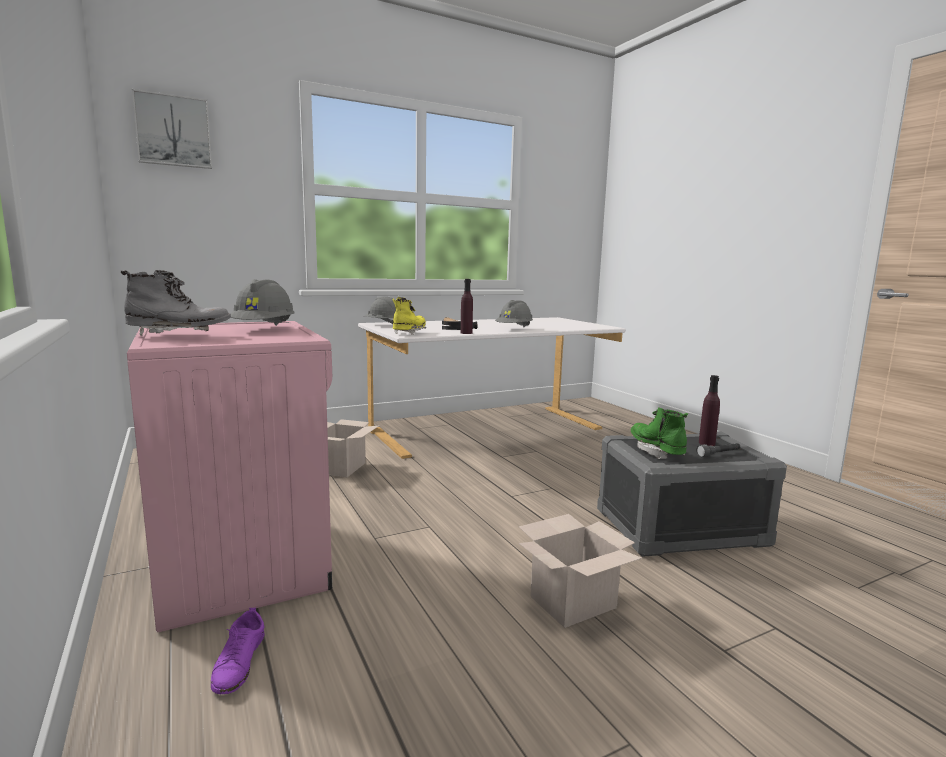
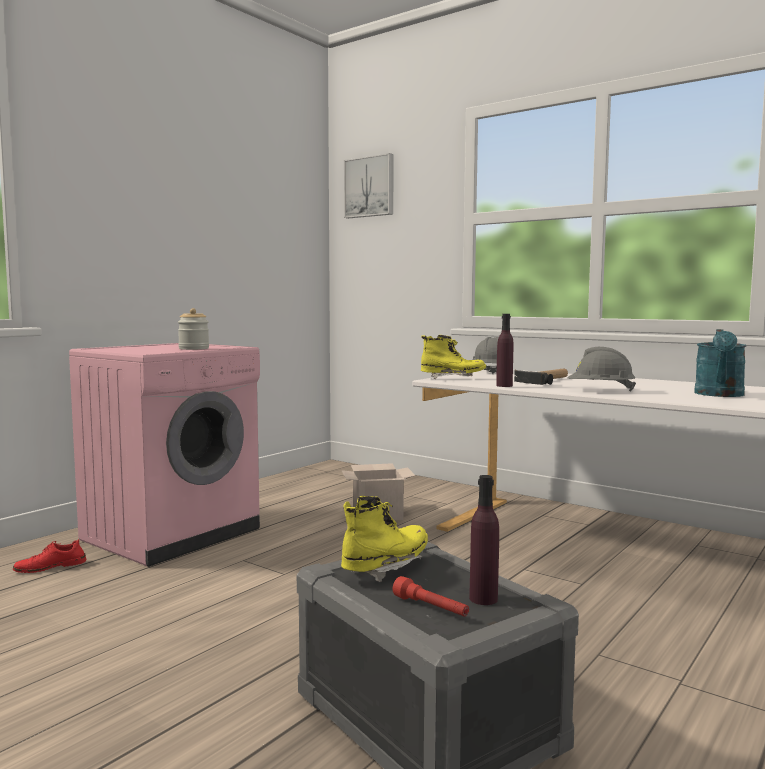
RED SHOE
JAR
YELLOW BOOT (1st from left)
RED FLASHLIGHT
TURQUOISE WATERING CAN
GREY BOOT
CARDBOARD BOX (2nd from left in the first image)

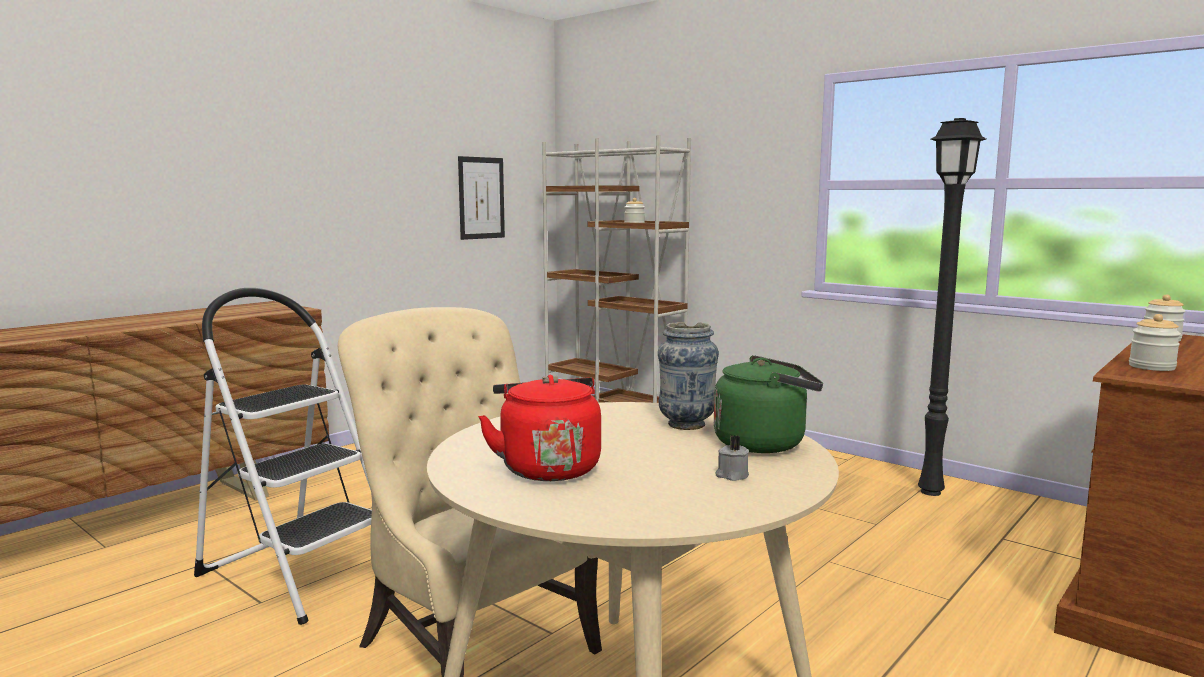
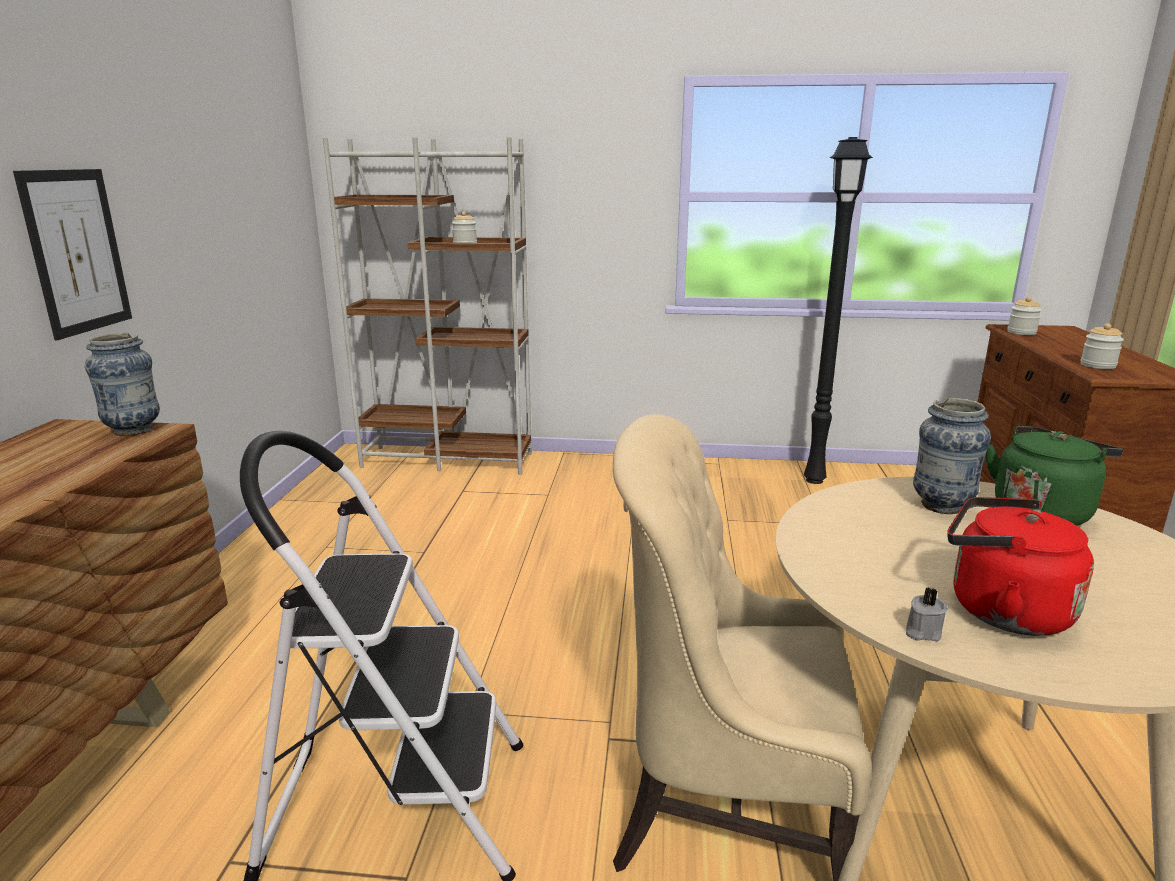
PICTURE
VASE (1st from left)
GREY CANDLE

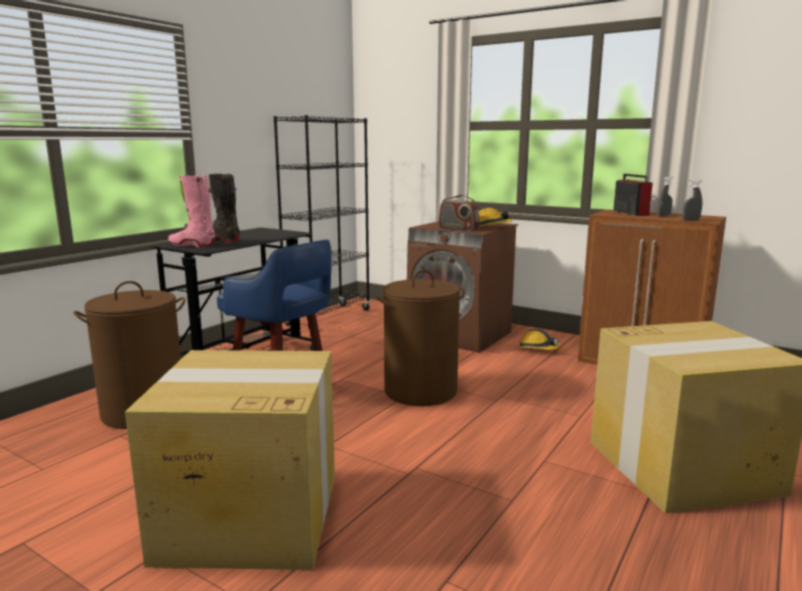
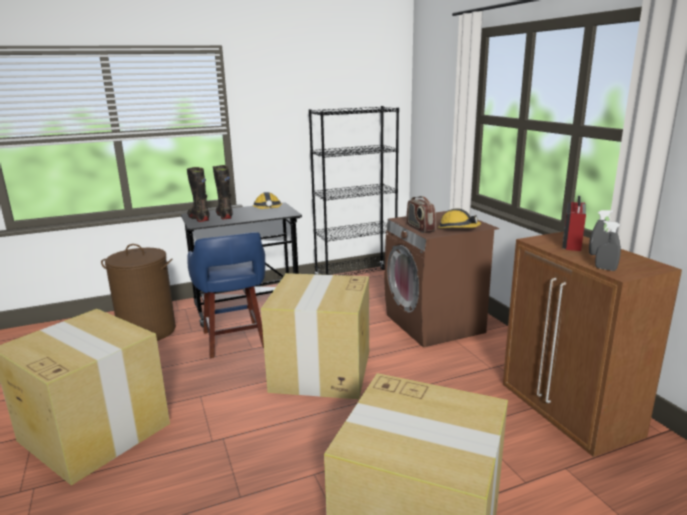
BLACK BOOT (1st from left)
HARD HAT (1st from left)
CARDBOARD BOX (2nd from left)

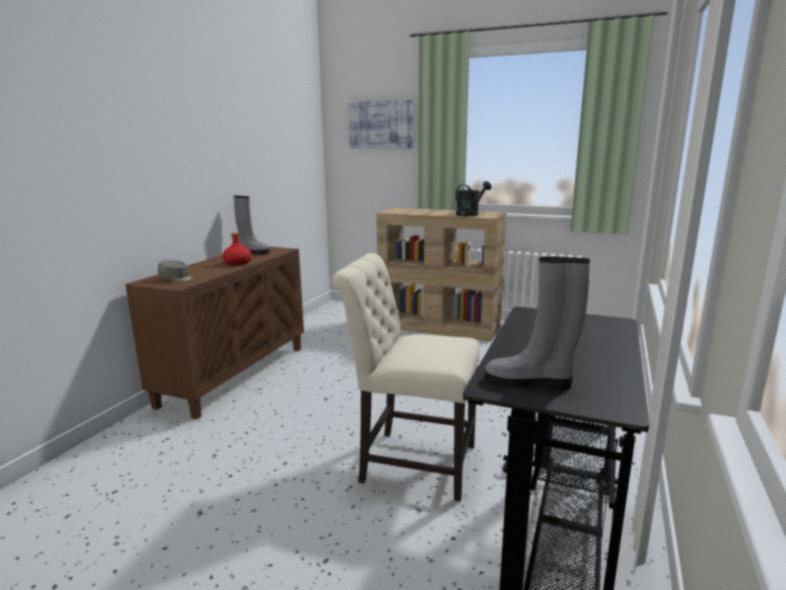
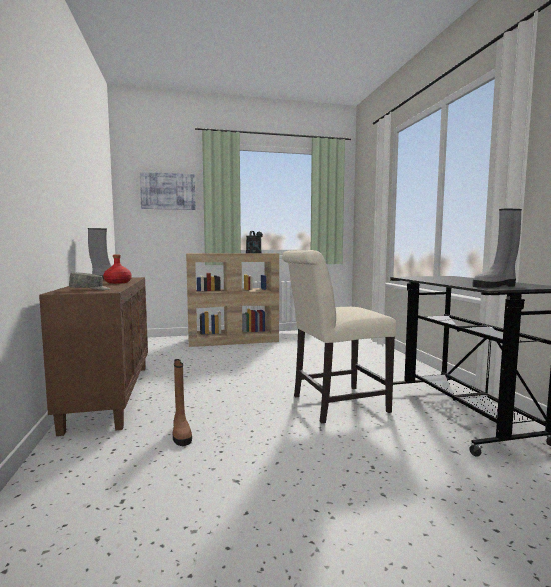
BROWN BOOT

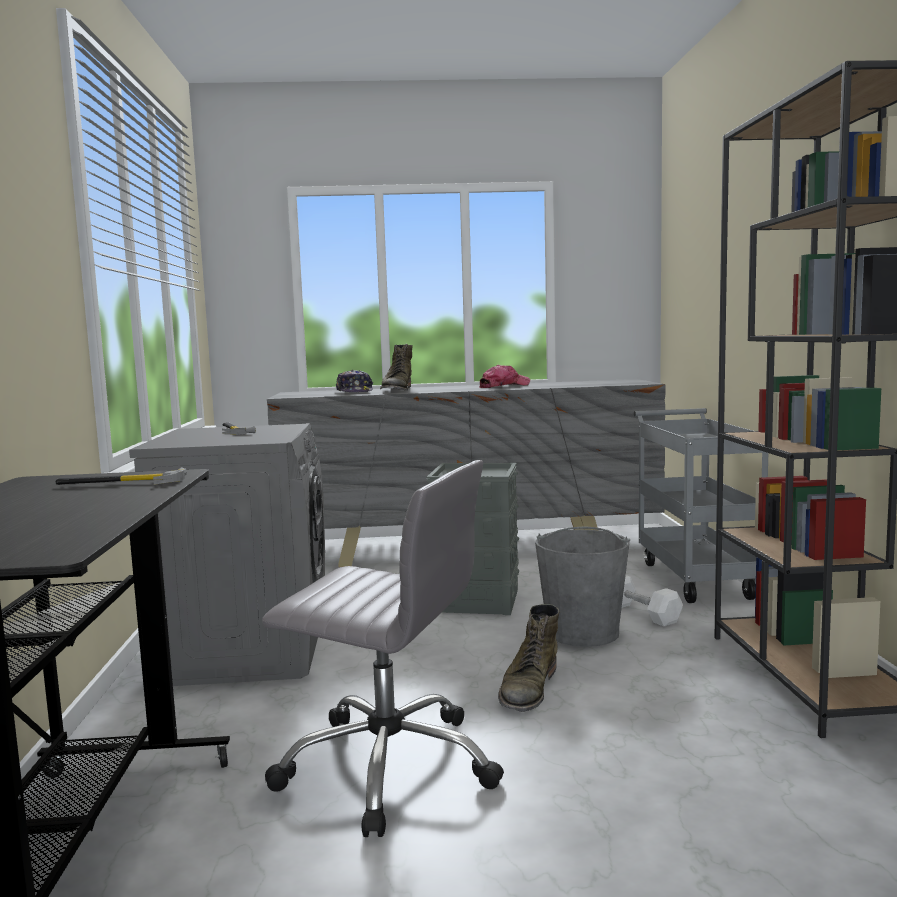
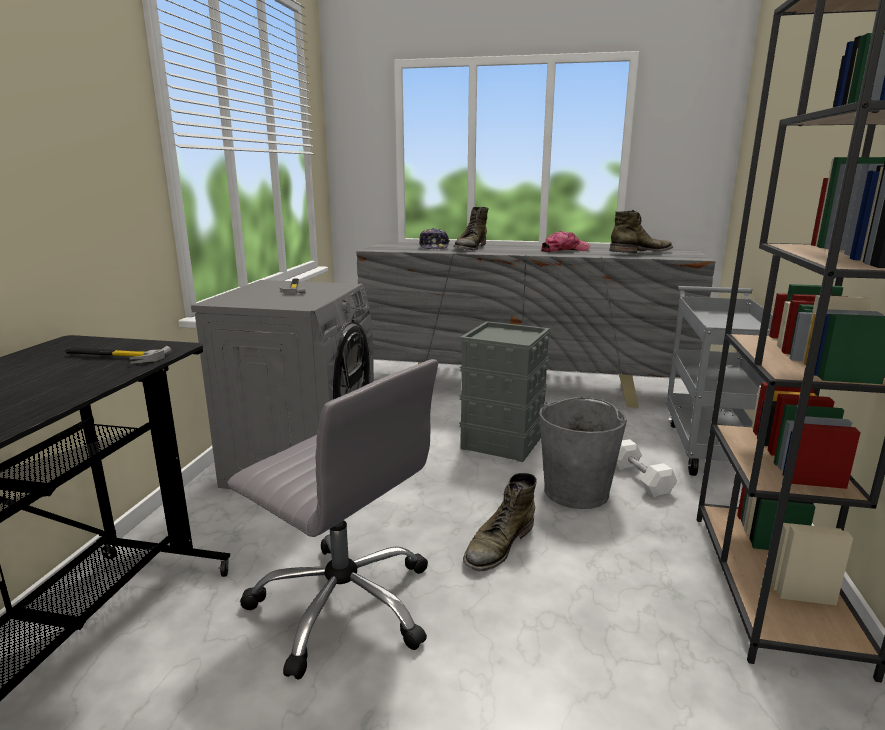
GREEN BOOT (3rd from left)

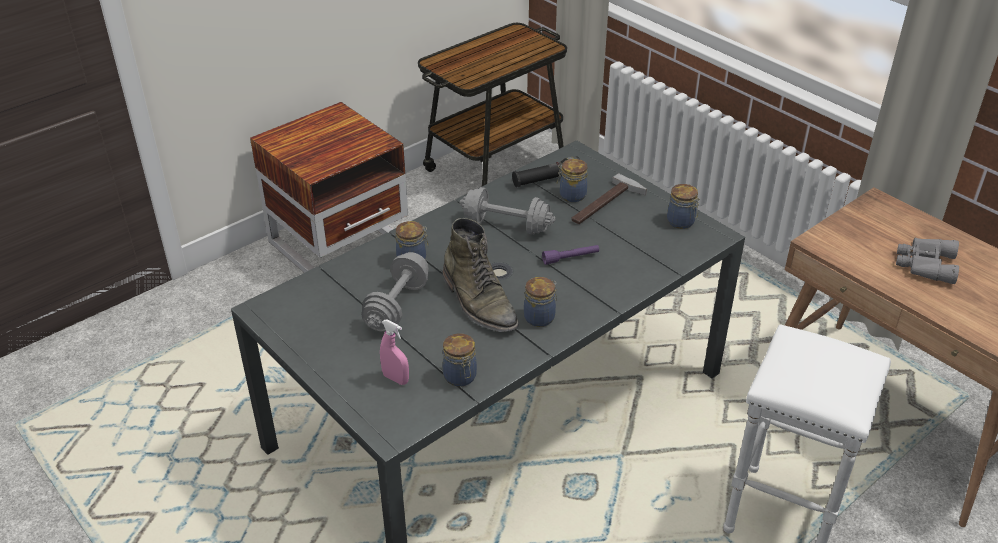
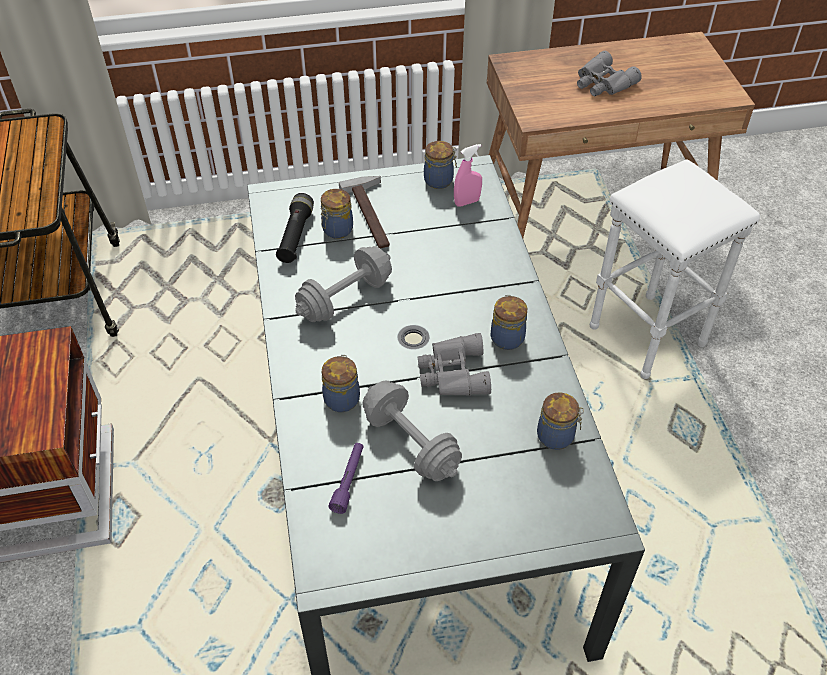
PURPLE FLASHLIGHT
GREY BINOCULARS (1st from left)
PINK SPRAY BOTTLE

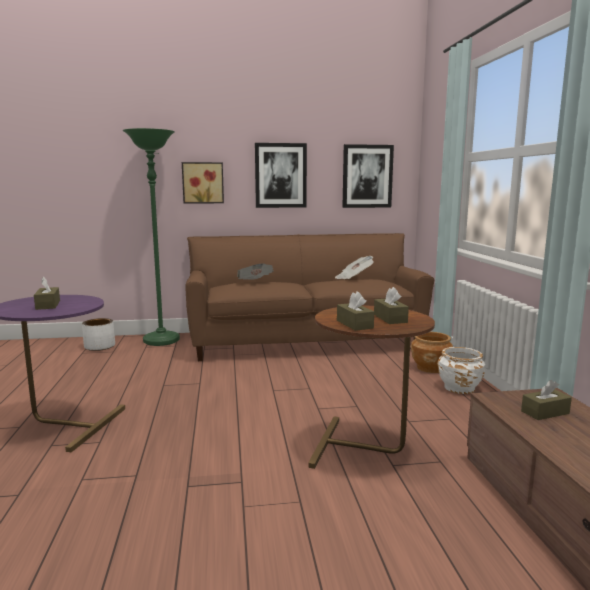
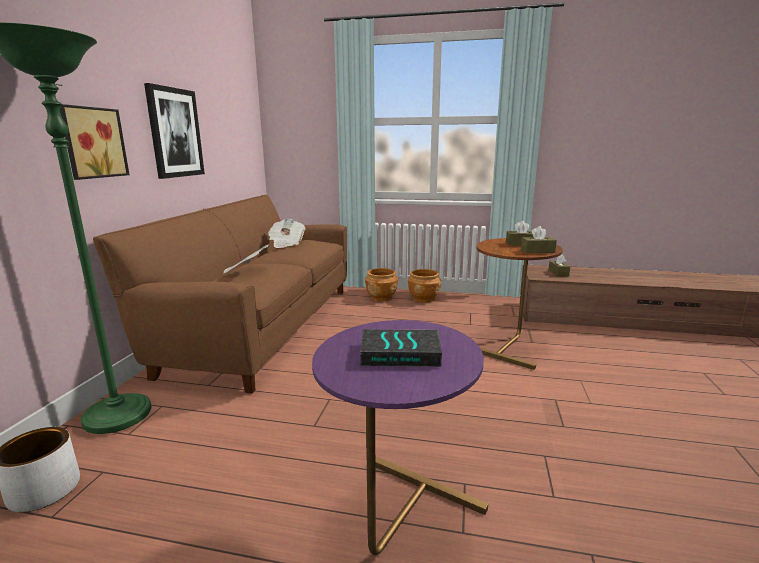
BOOK
BROWN PLANTER (2nd from left)
PICTURE (3rd from left in the first image)

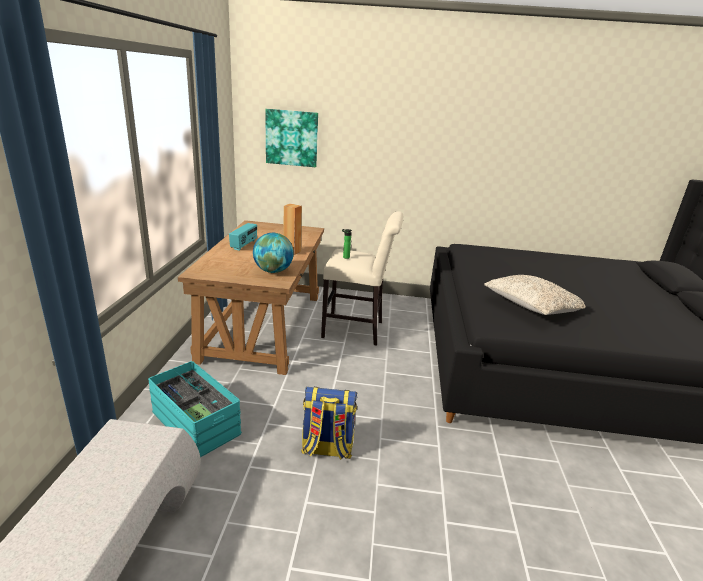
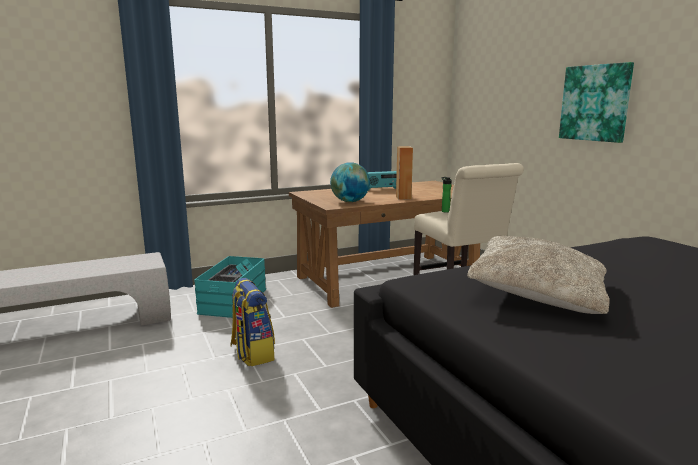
PICTURE

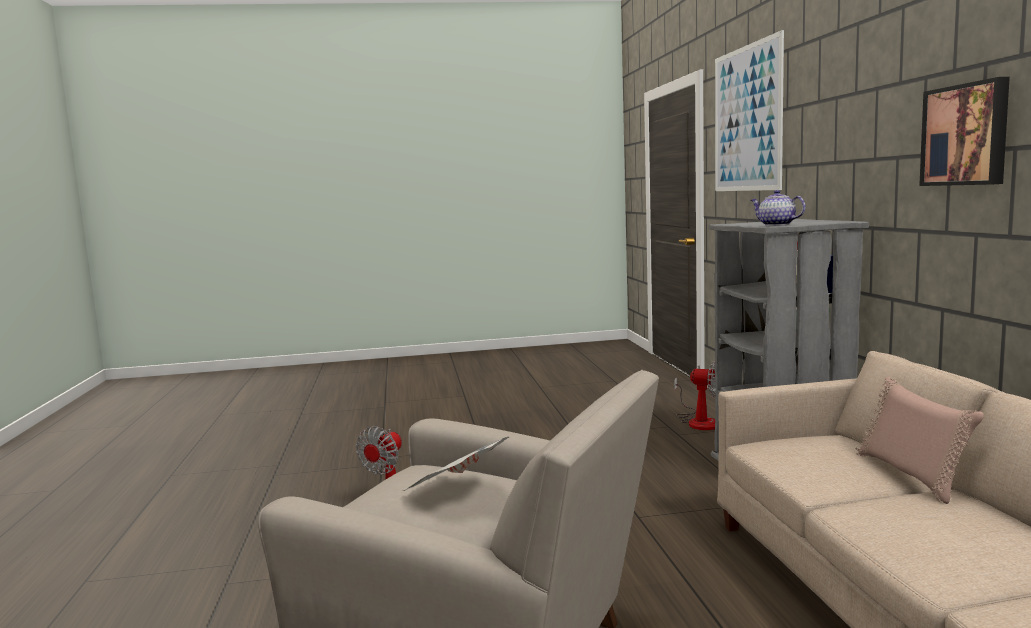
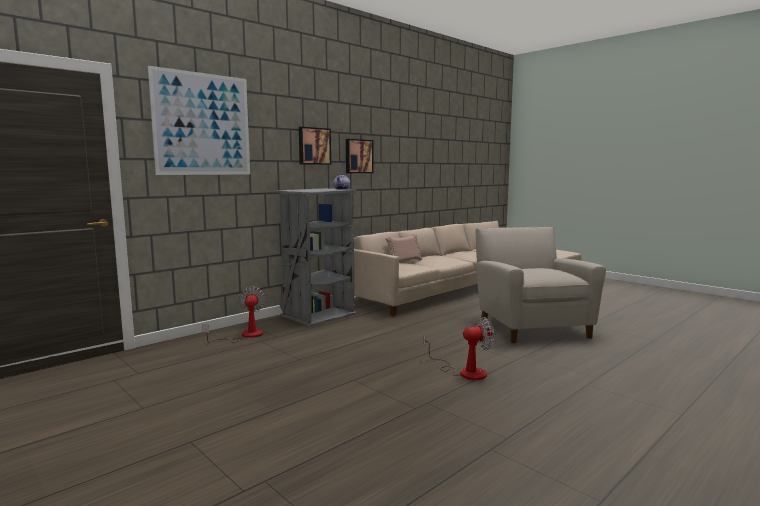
PICTURE (2nd from left)
NEWSPAPER

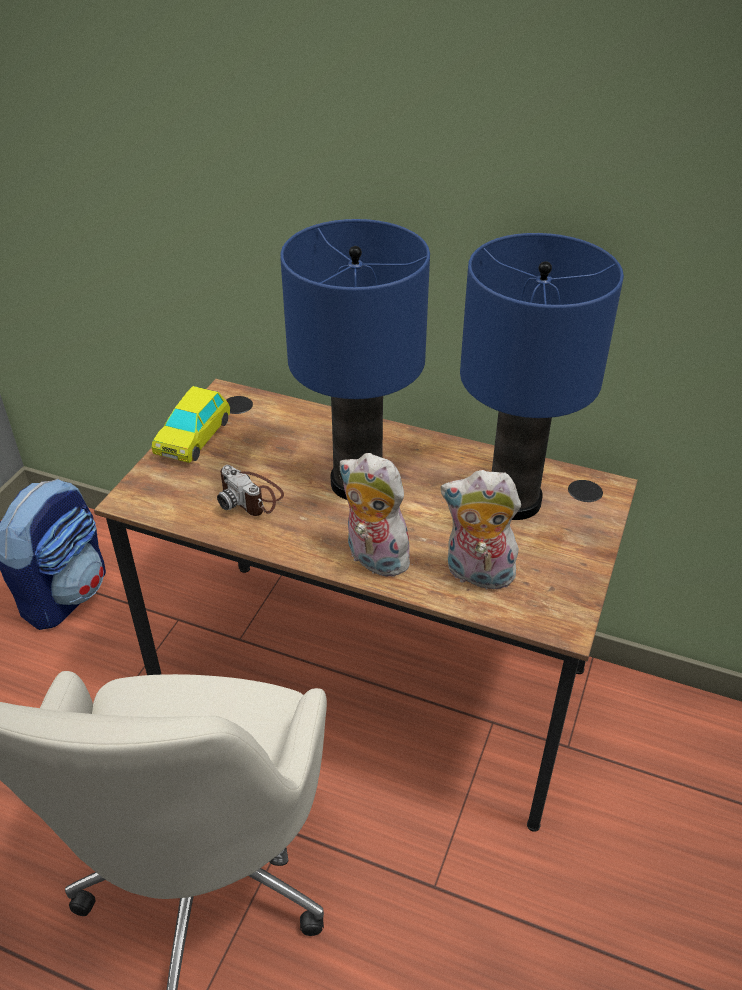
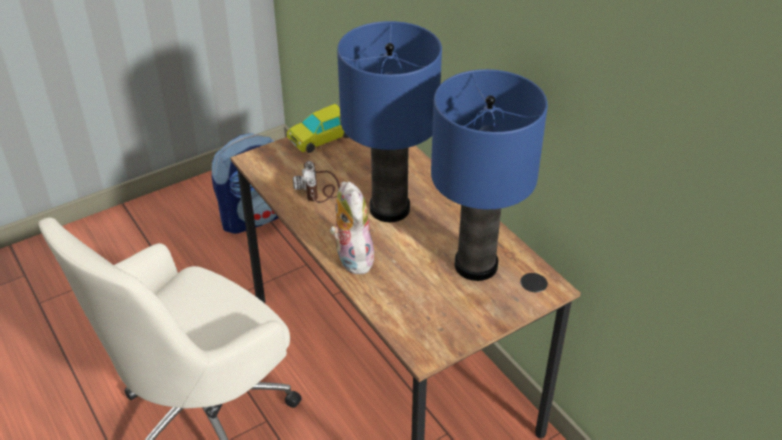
PLUSH TOY (2nd from left in the first image)

